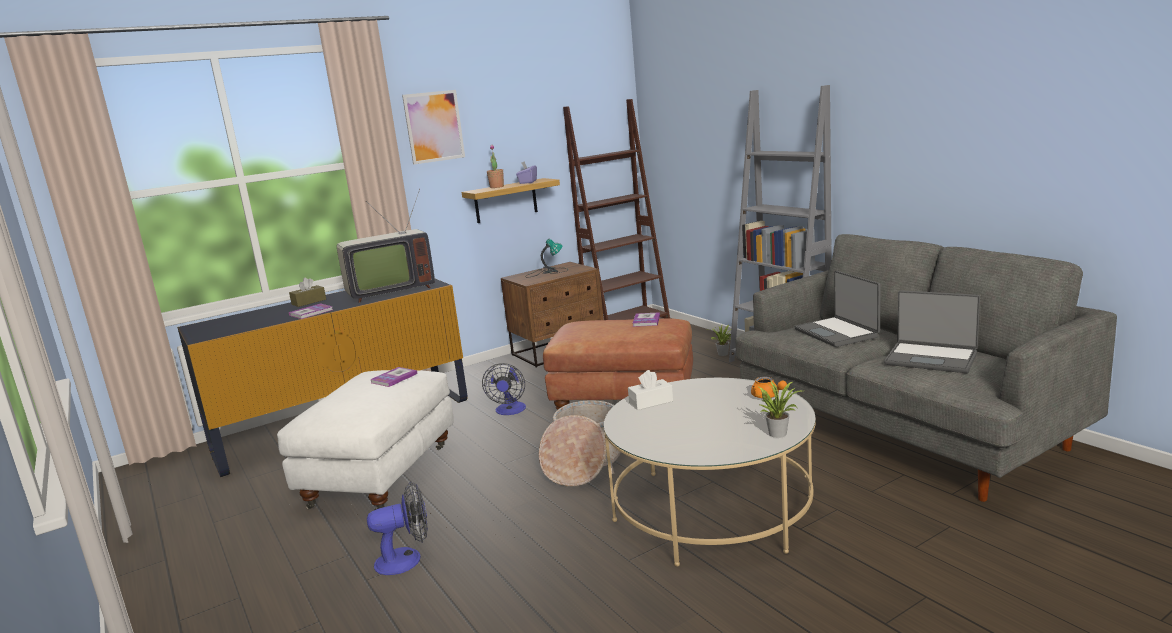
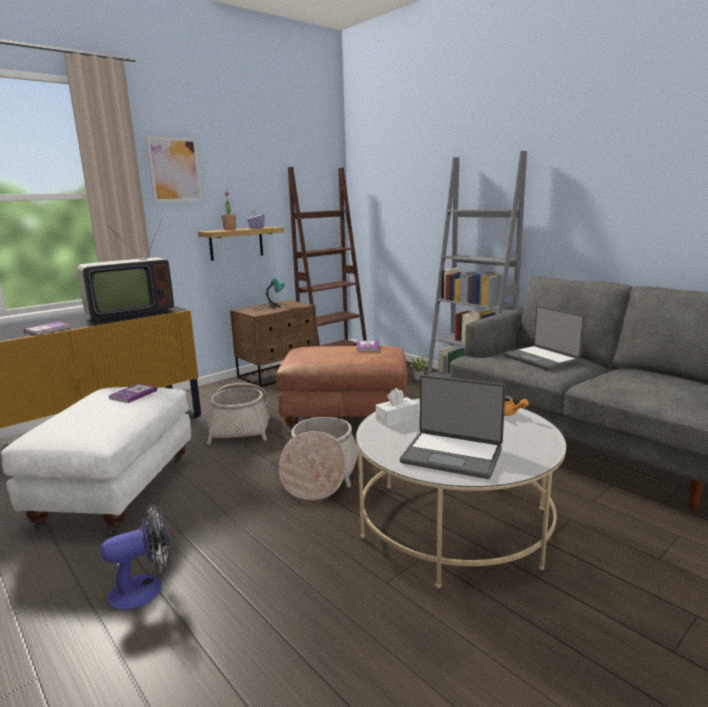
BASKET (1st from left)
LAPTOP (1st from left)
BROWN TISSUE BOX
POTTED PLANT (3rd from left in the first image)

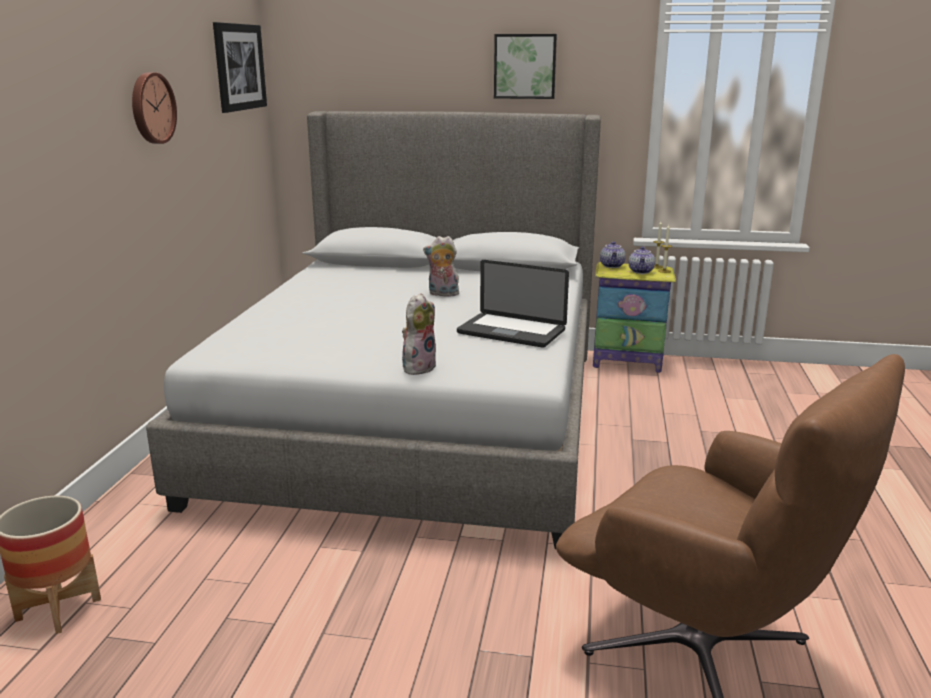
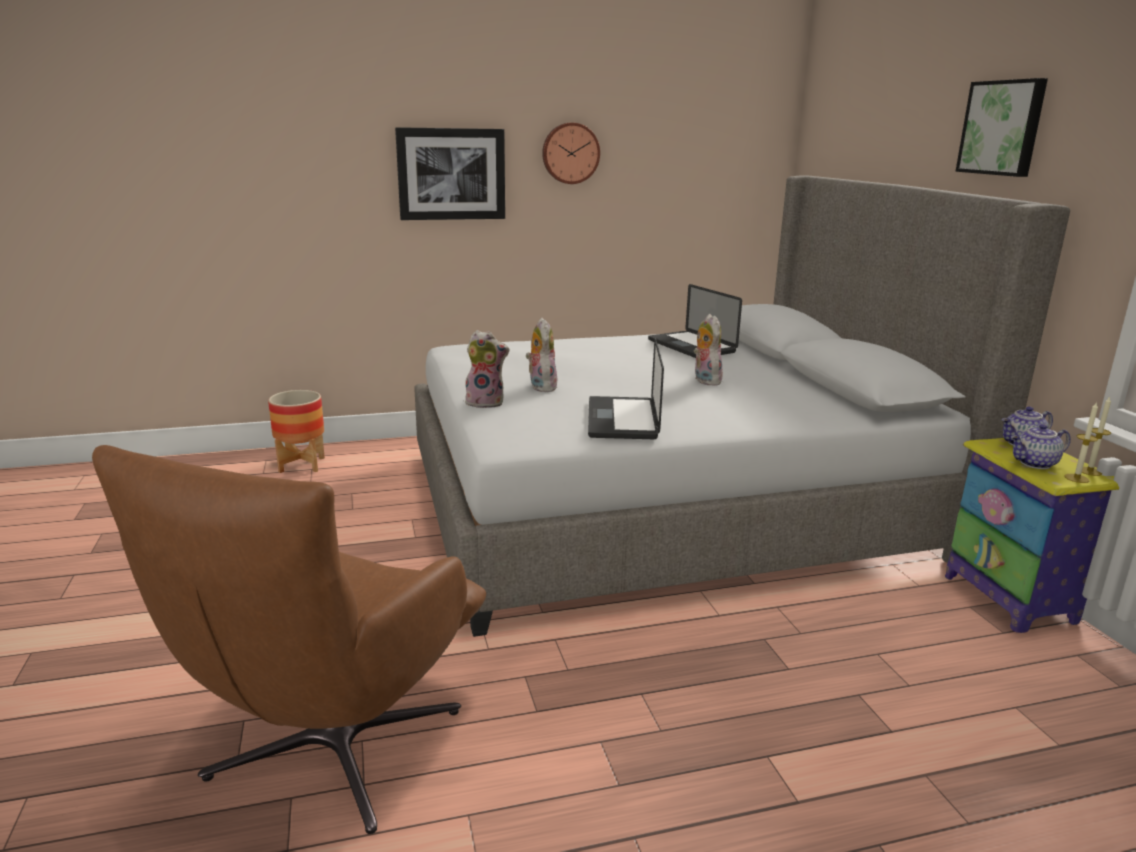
PICTURE (1st from left)
PLUSH TOY (2nd from left)
LAPTOP (2nd from left)

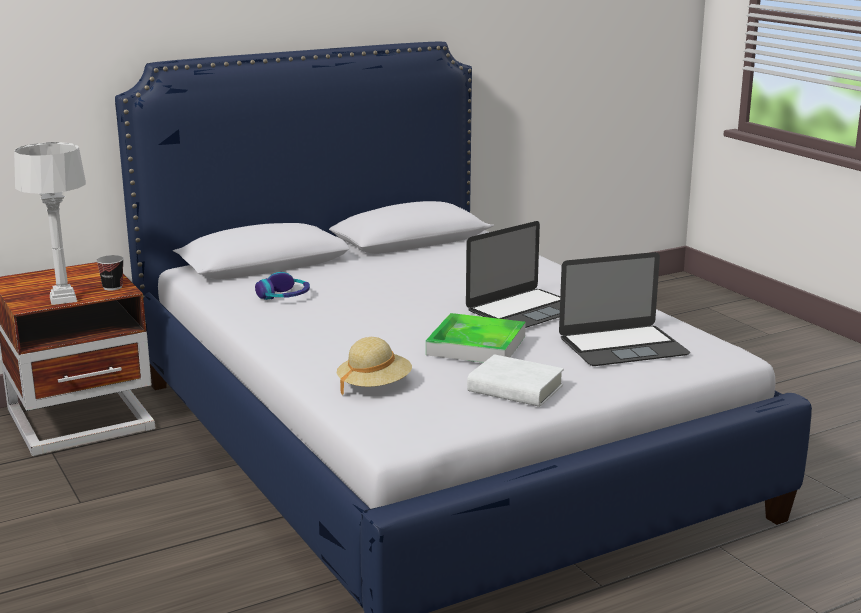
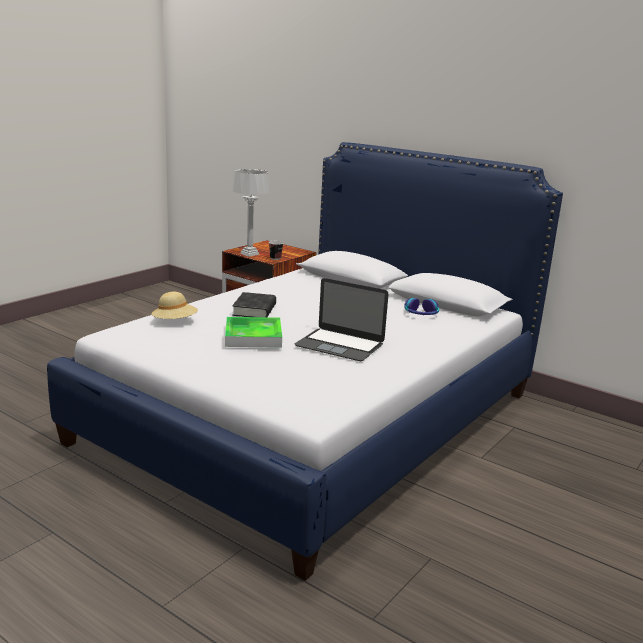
BLACK BOOK
HEADPHONES
WHITE BOOK
LAPTOP (2nd from left in the first image)

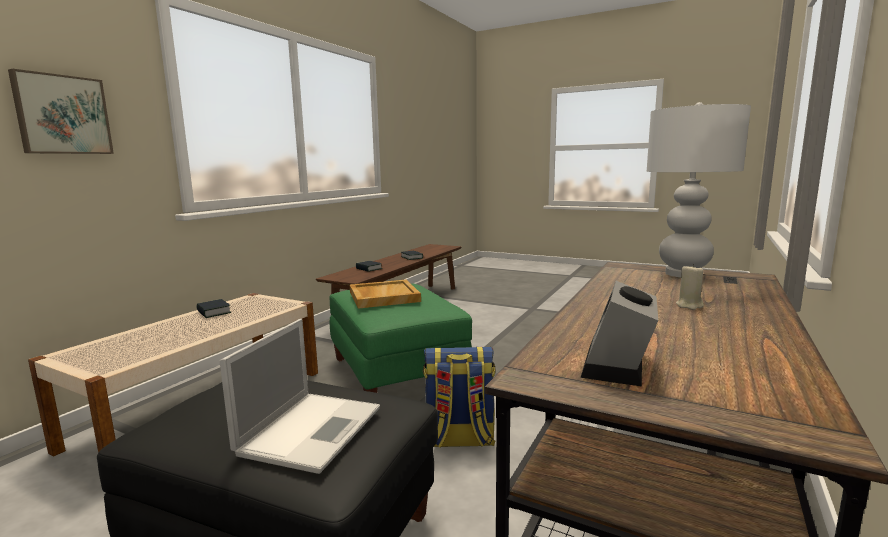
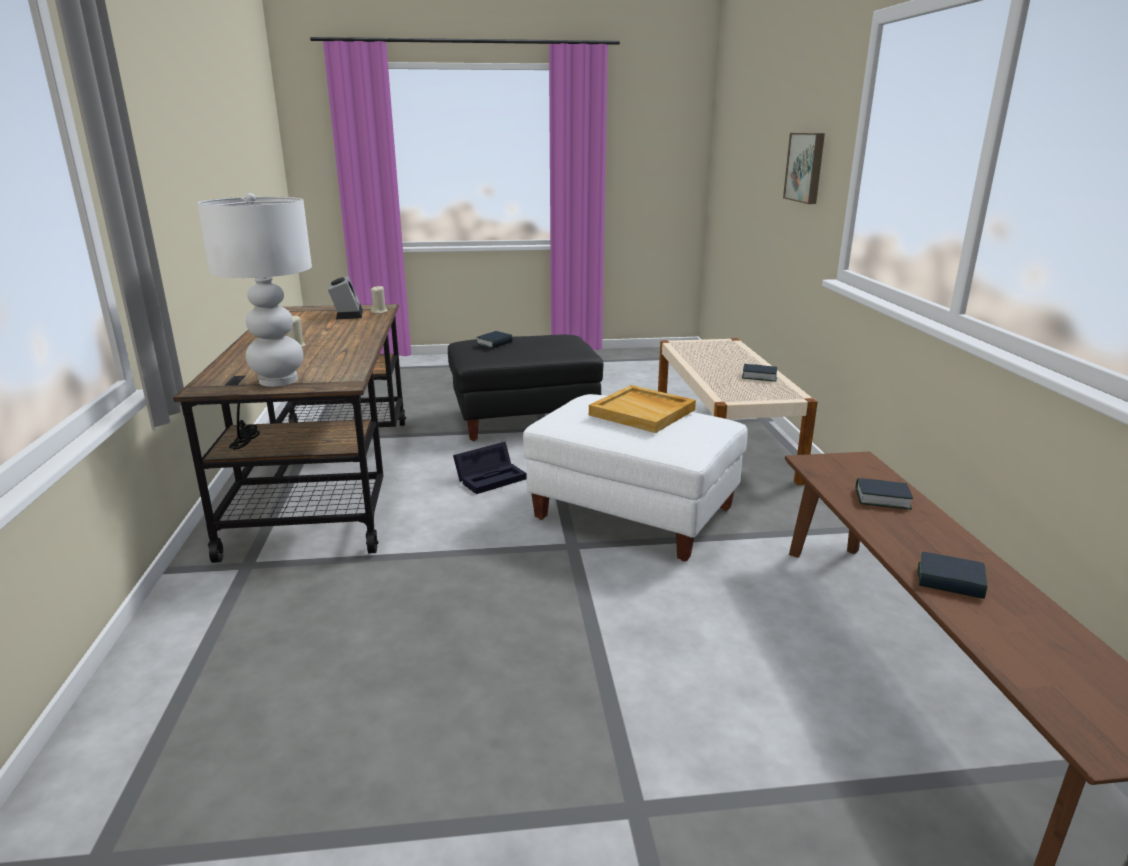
BEIGE CANDLE (2nd from left)
BLACK STORAGE BOX
BOOK (1st from left)
WHITE OTTOMAN

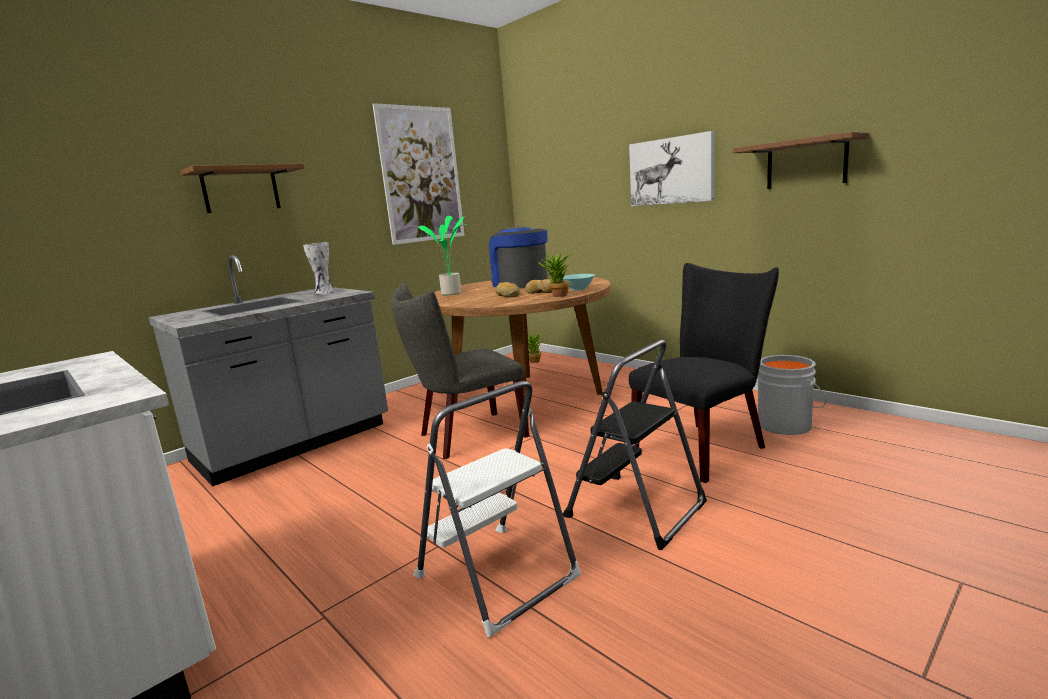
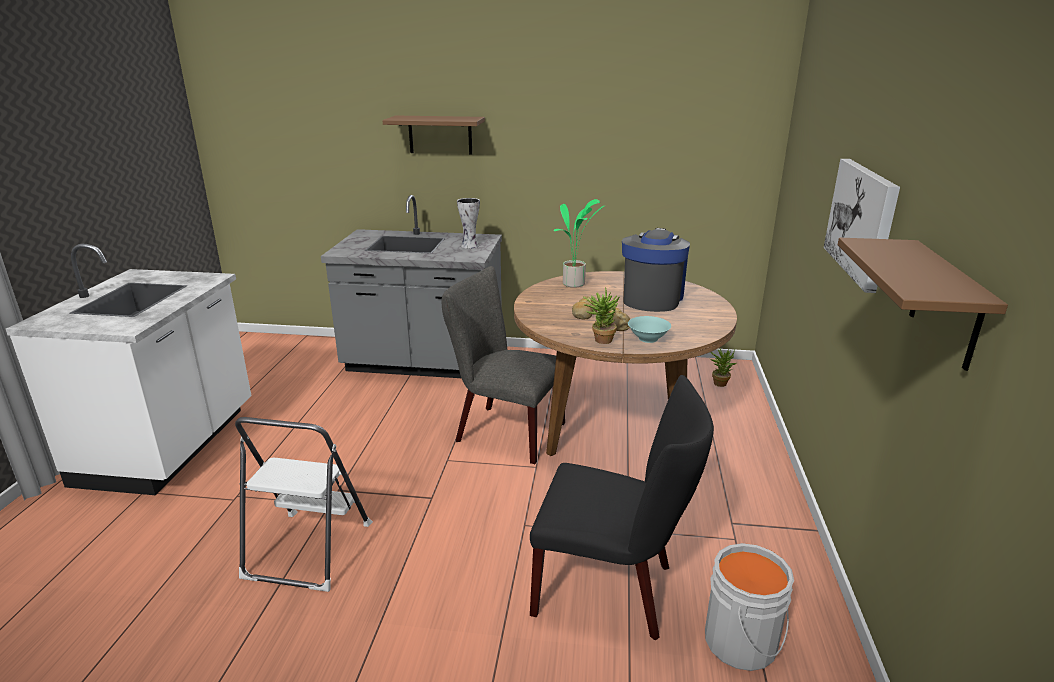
PICTURE (1st from left in the first image)
BLACK STEP LADDER

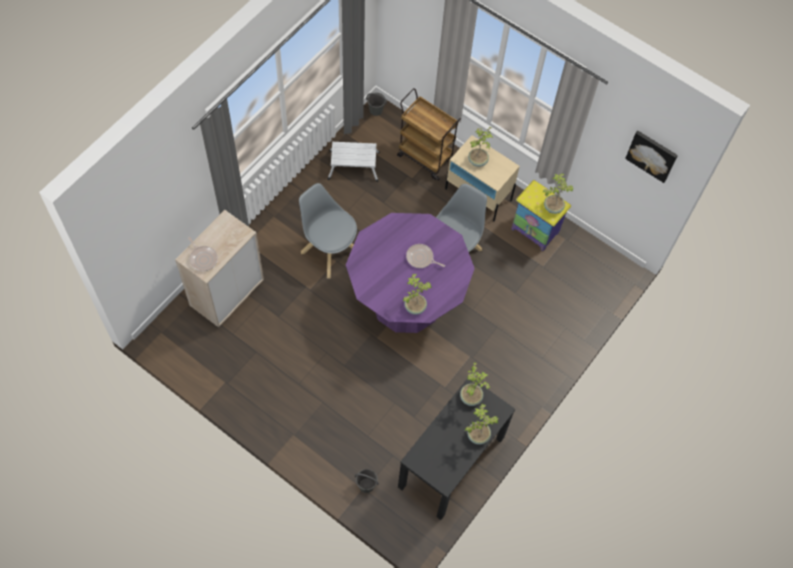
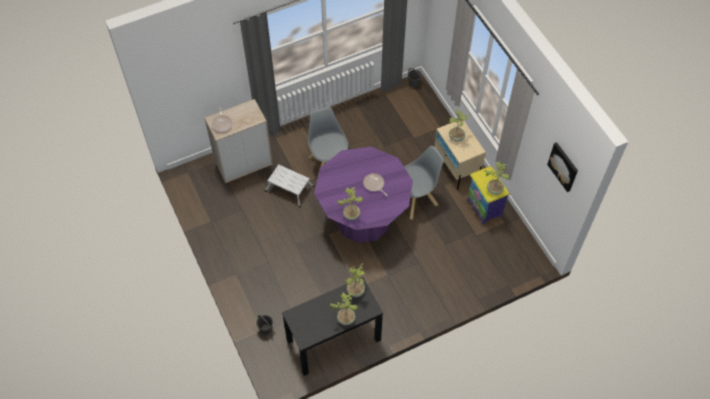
WHITE STEP LADDER
BROWN CART

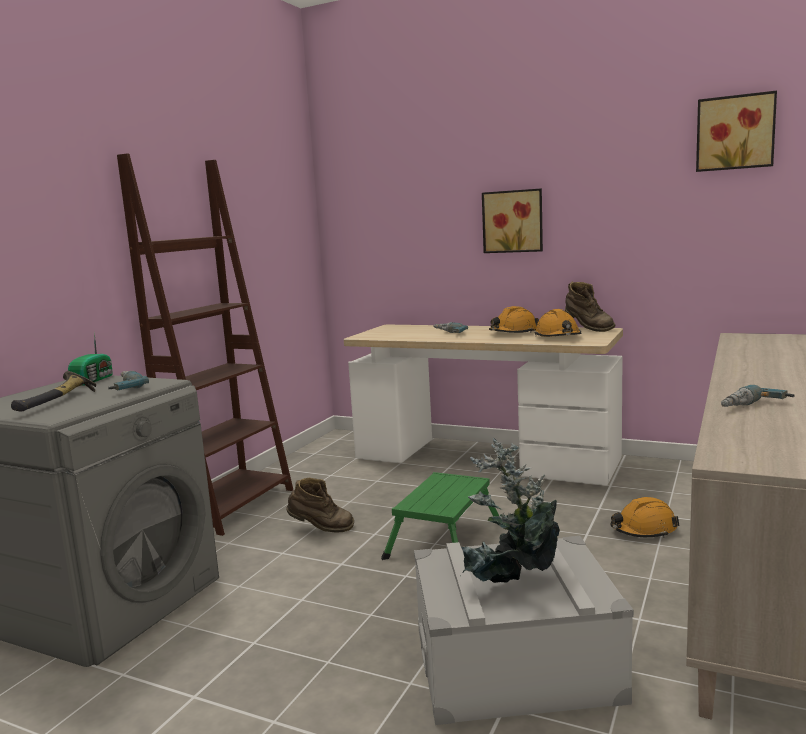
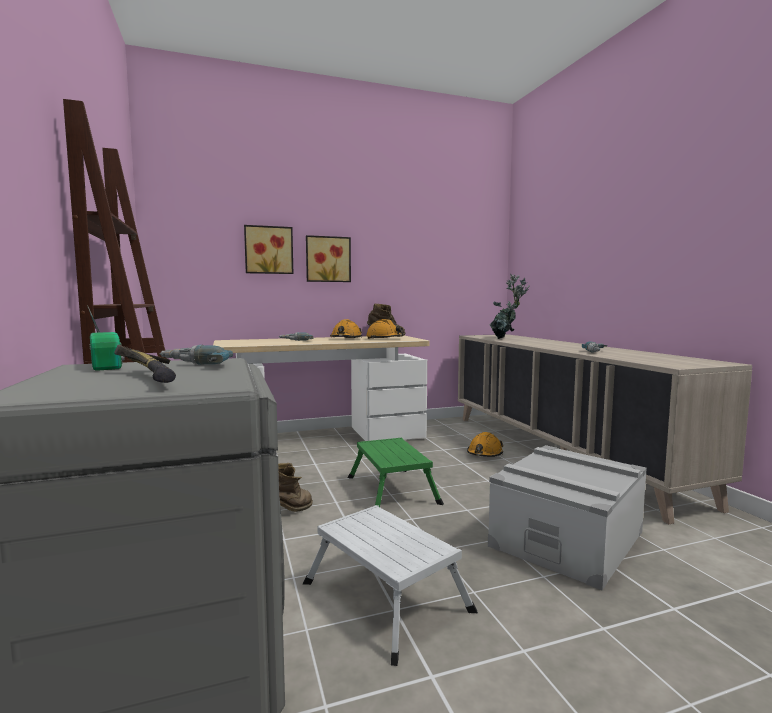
PICTURE (1st from left)
WHITE STEP LADDER
POTTED PLANT

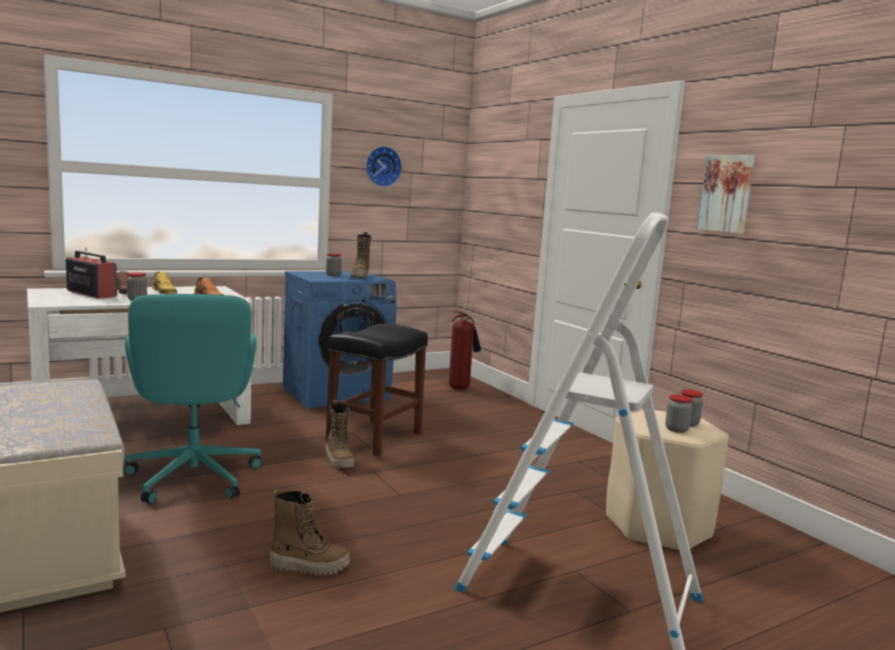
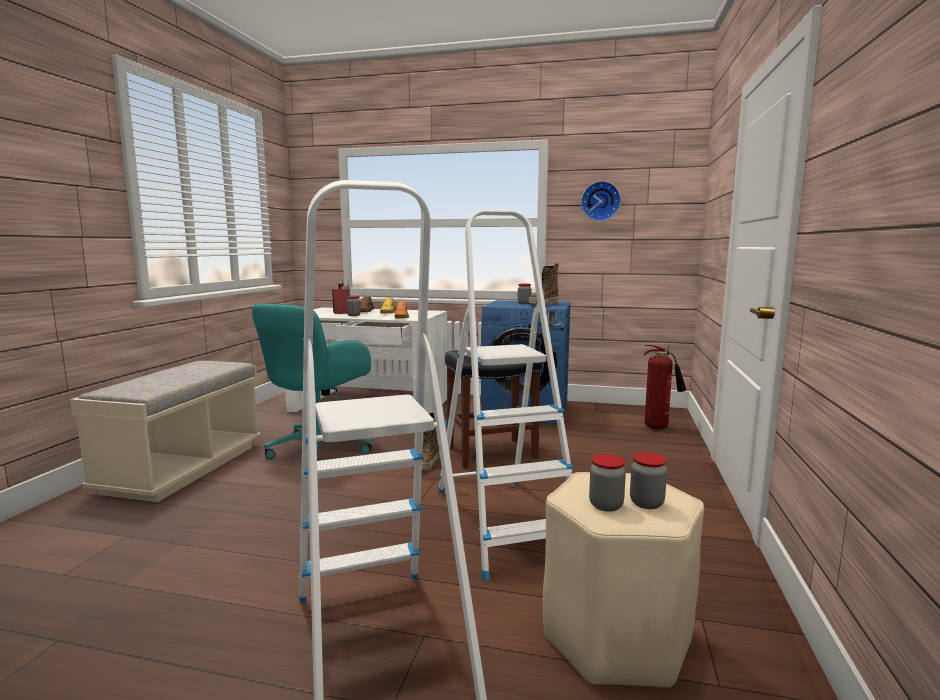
WHITE STEP LADDER (2nd from left)
BOOT (1st from left in the first image)
PICTURE

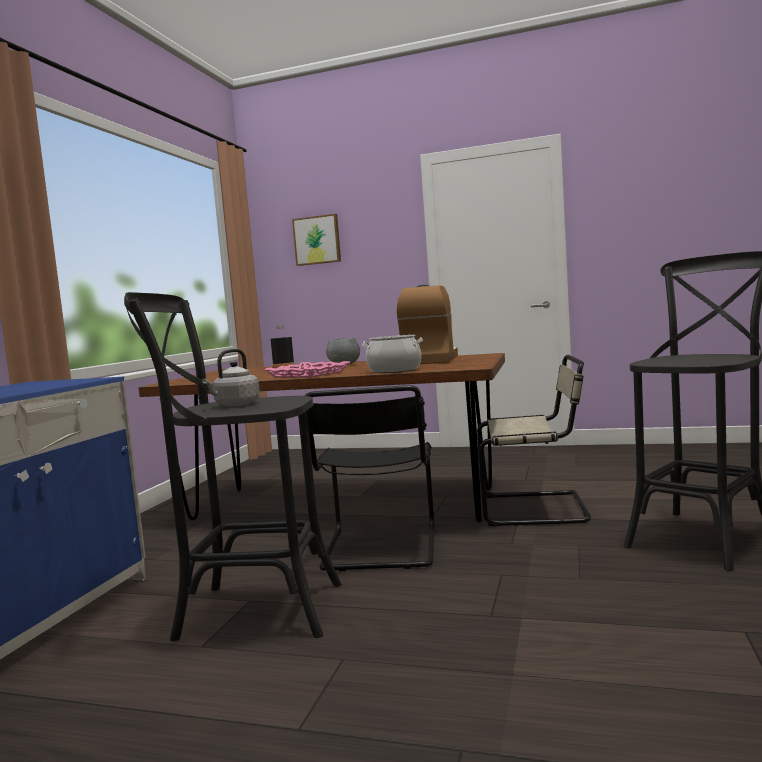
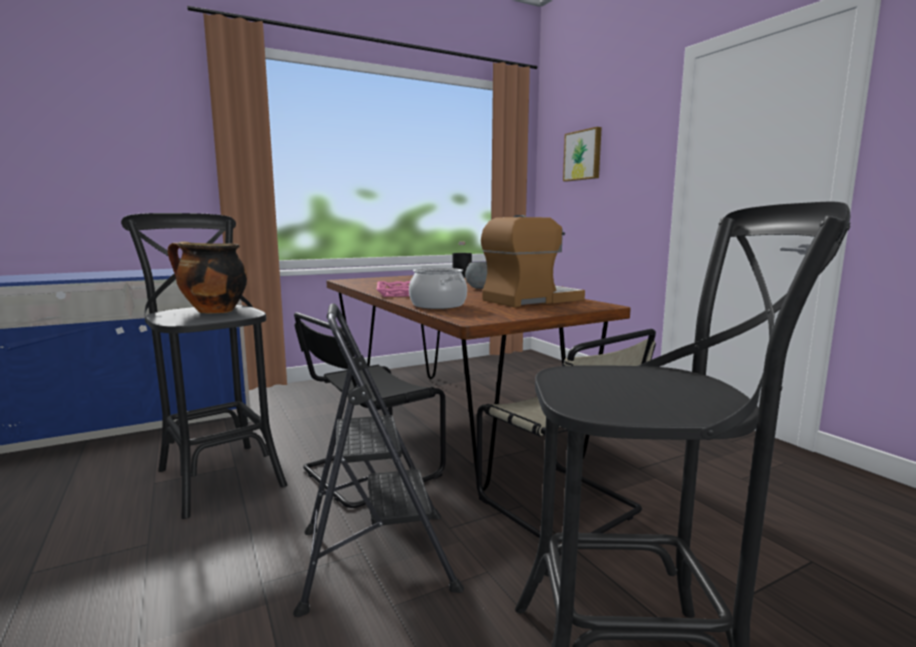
COOKING POT (1st from left)
BLACK STEP LADDER

